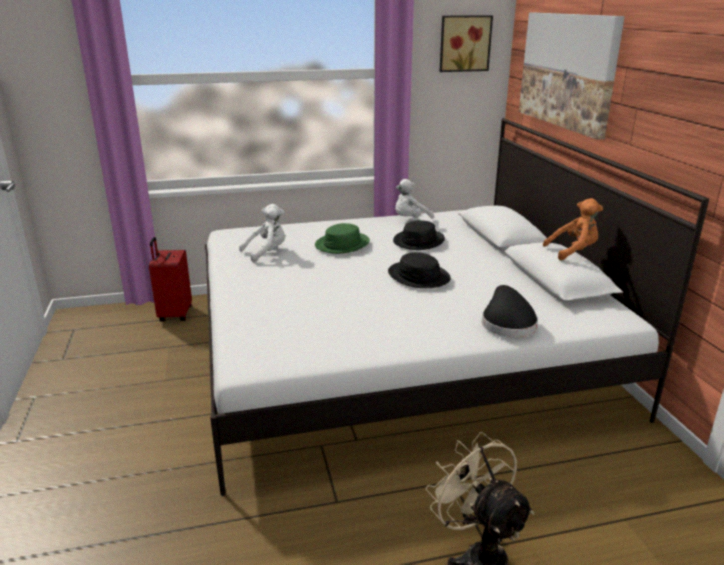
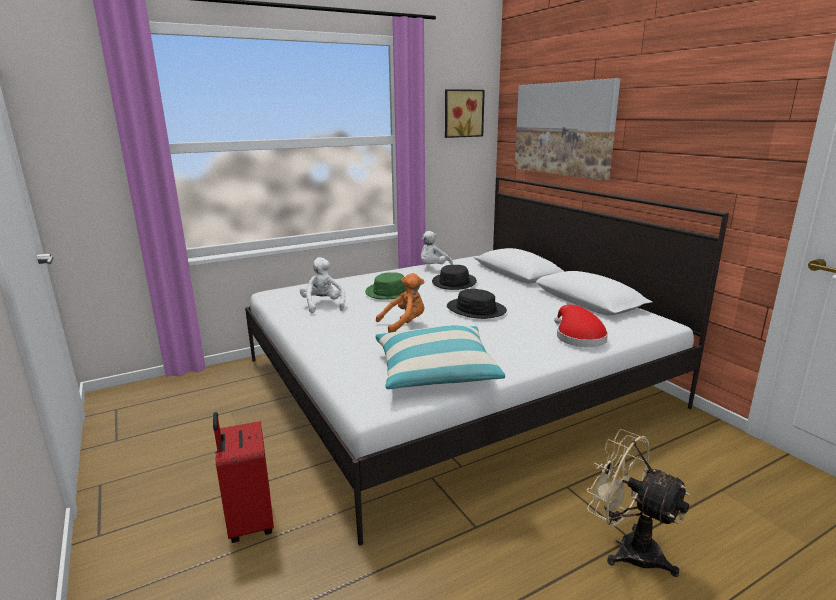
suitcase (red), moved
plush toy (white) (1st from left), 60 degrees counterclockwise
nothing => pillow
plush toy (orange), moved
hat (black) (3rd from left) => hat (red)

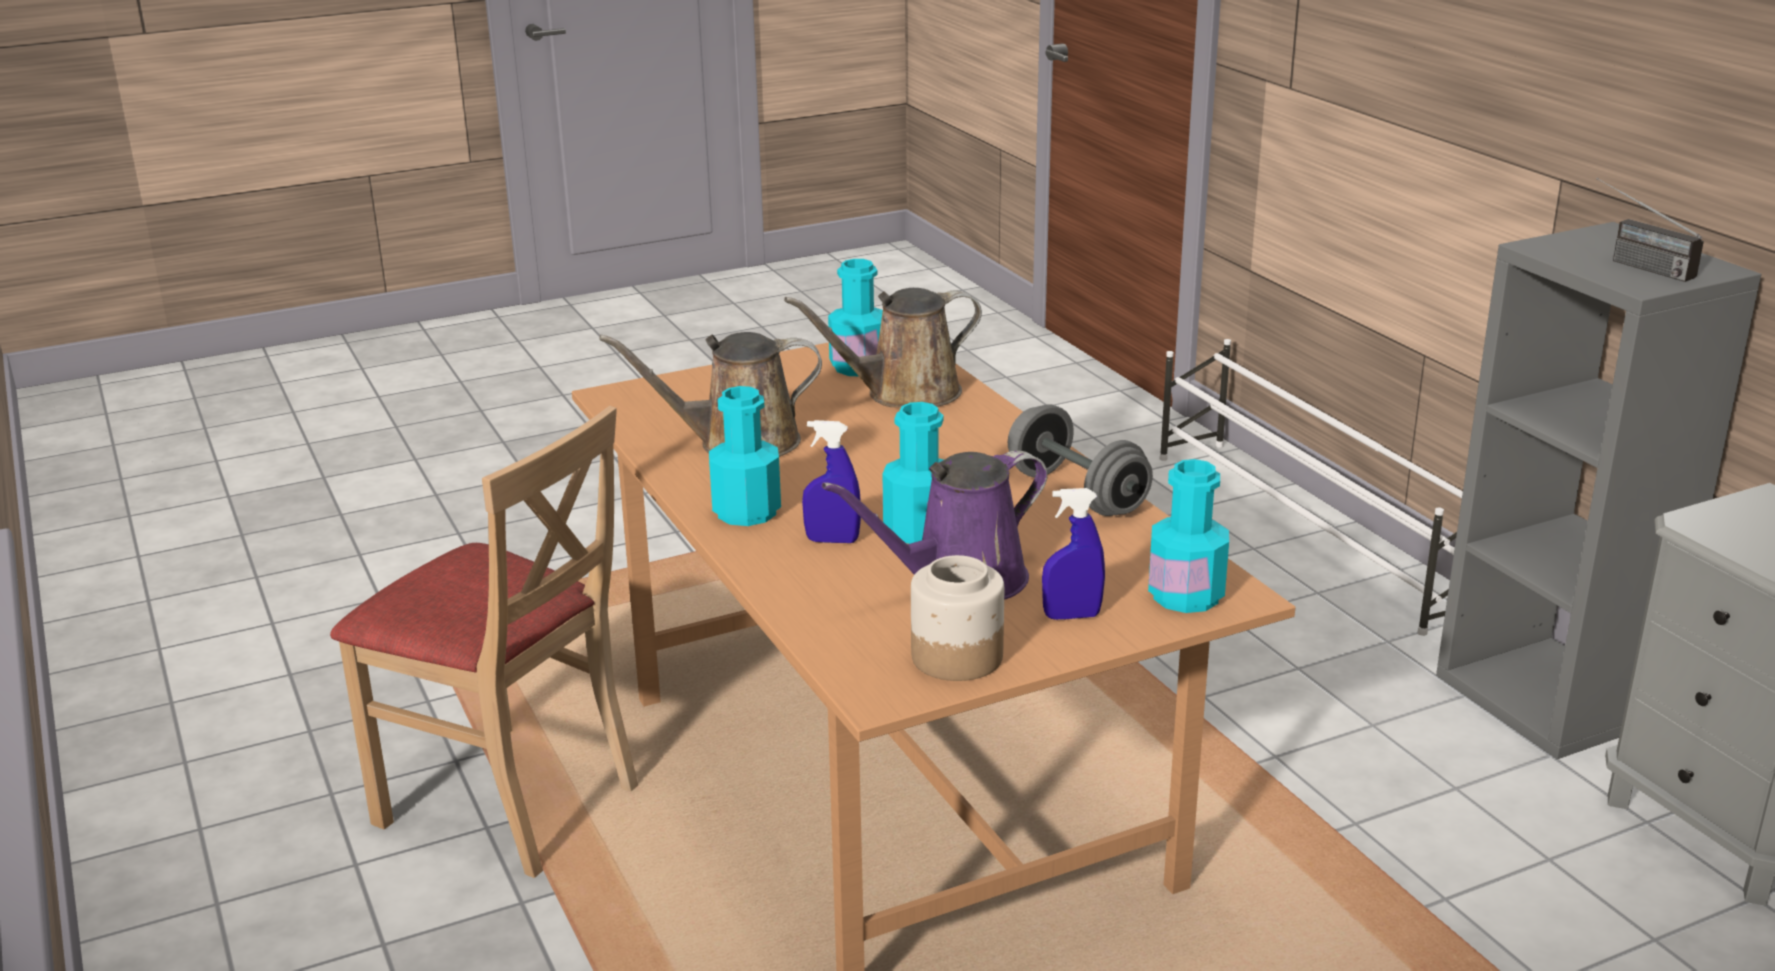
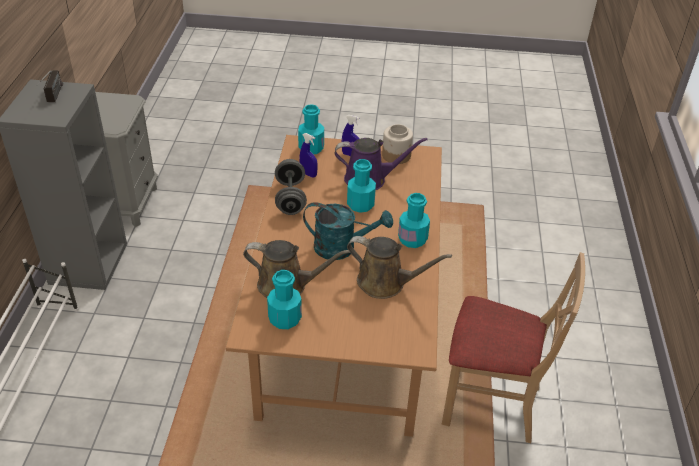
spray bottle (blue) (1st from left), moved
nothing => watering can (turquoise)
chair (beige), 135 degrees clockwise

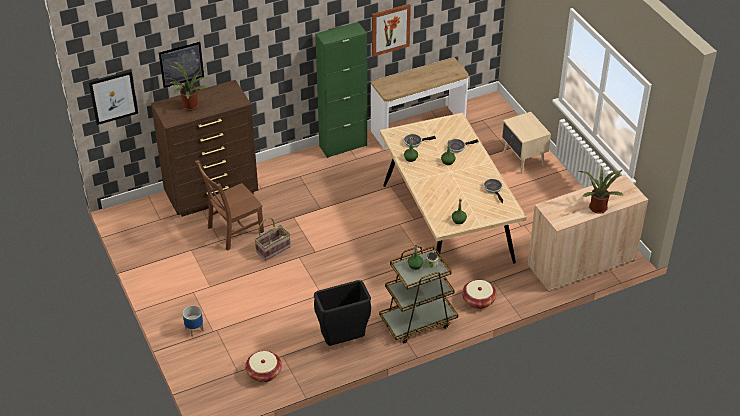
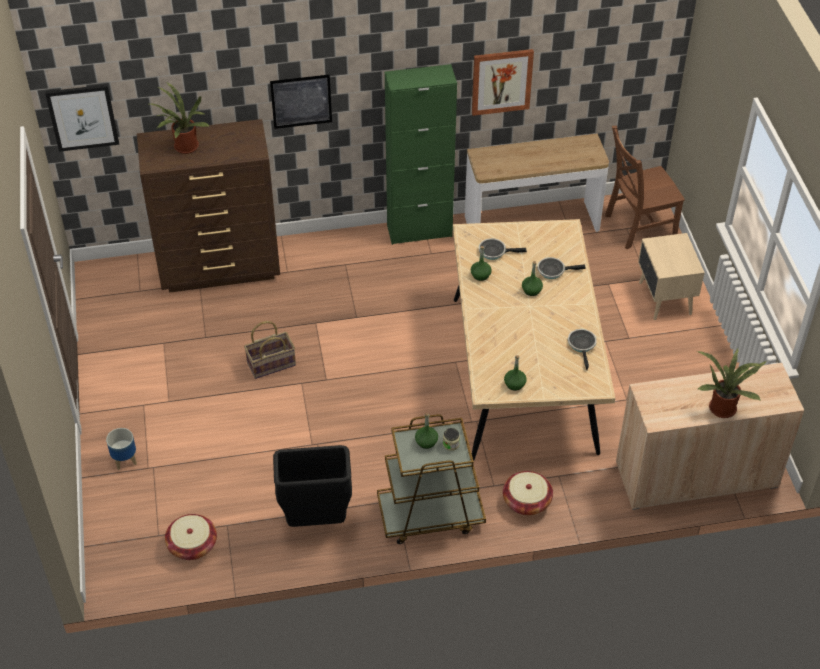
picture (2nd from left), moved
chair (brown), moved

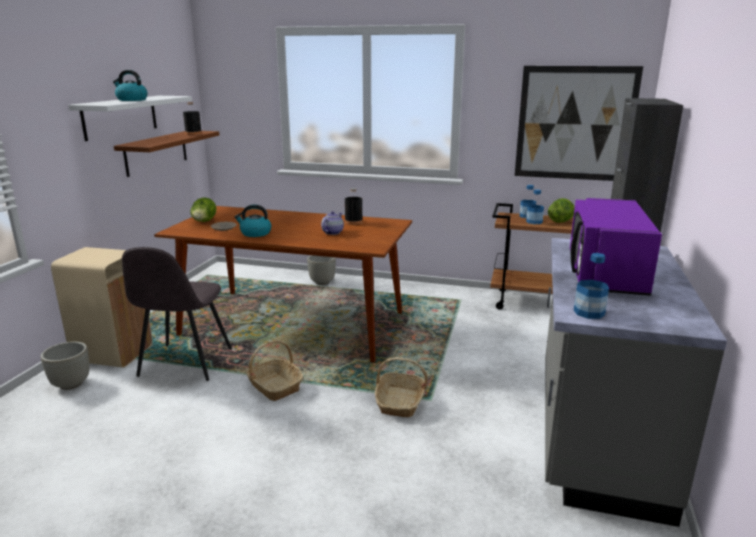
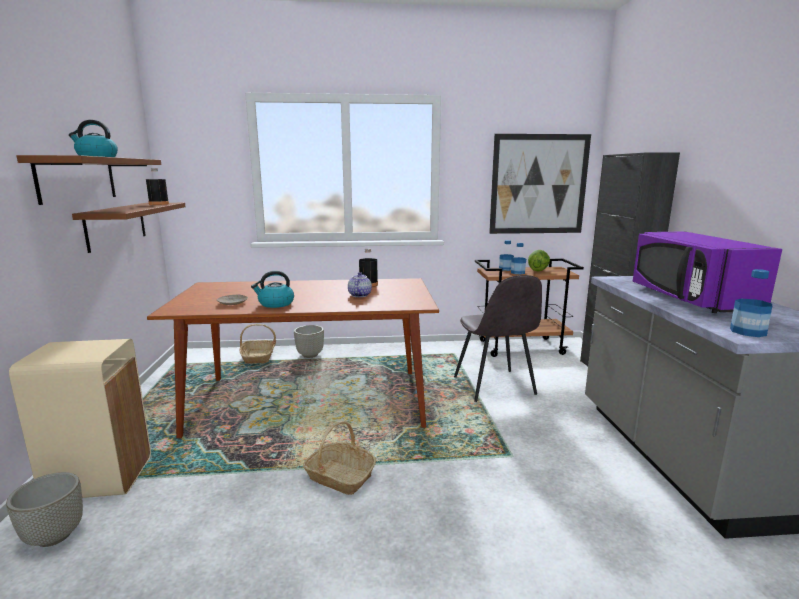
shelf (white) => shelf (brown) (1st from left)
basket (2nd from left in the first image) => basket (1st from left), moved
chair (grey), moved
lettuce (1st from left) => nothing

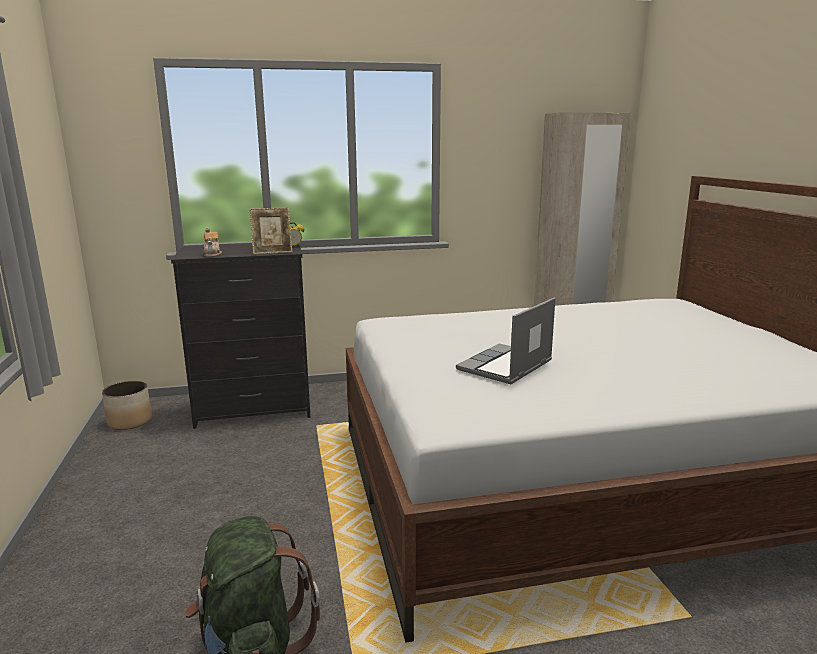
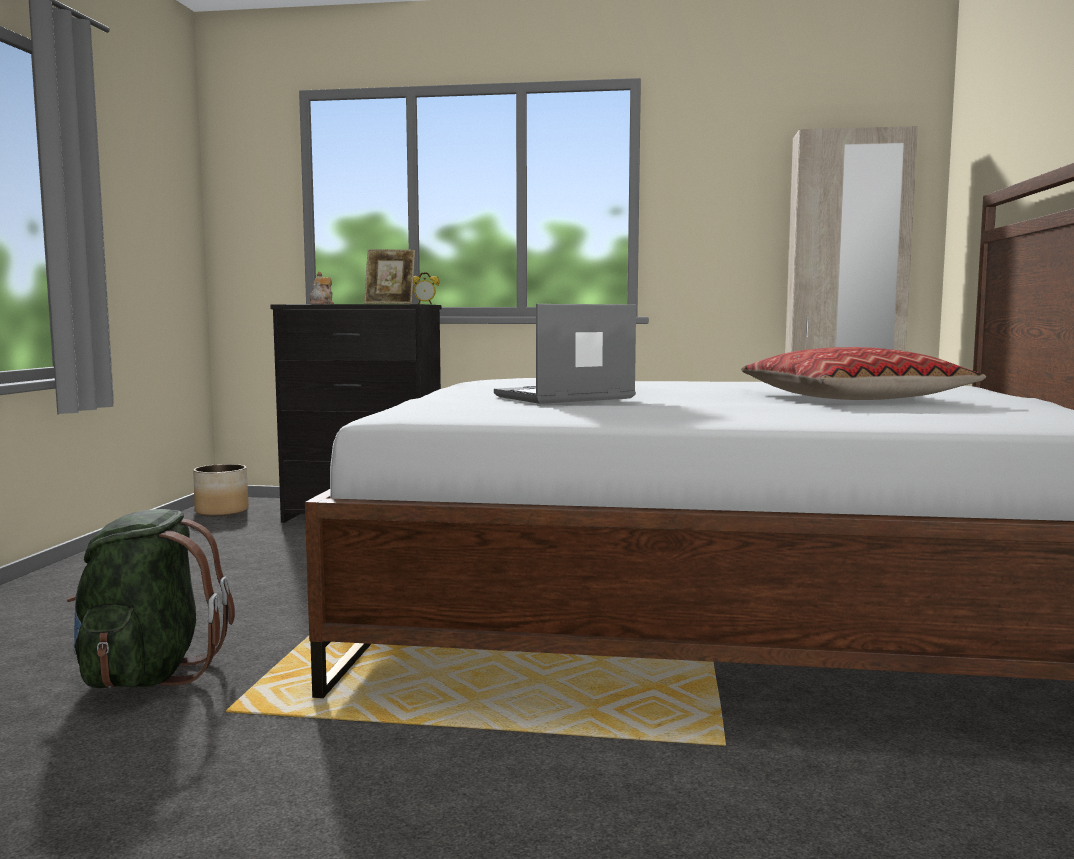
nothing => pillow

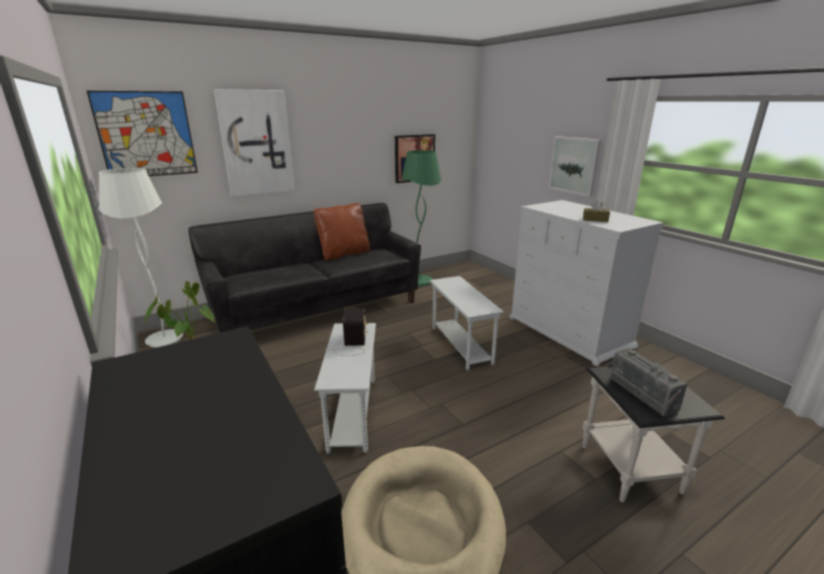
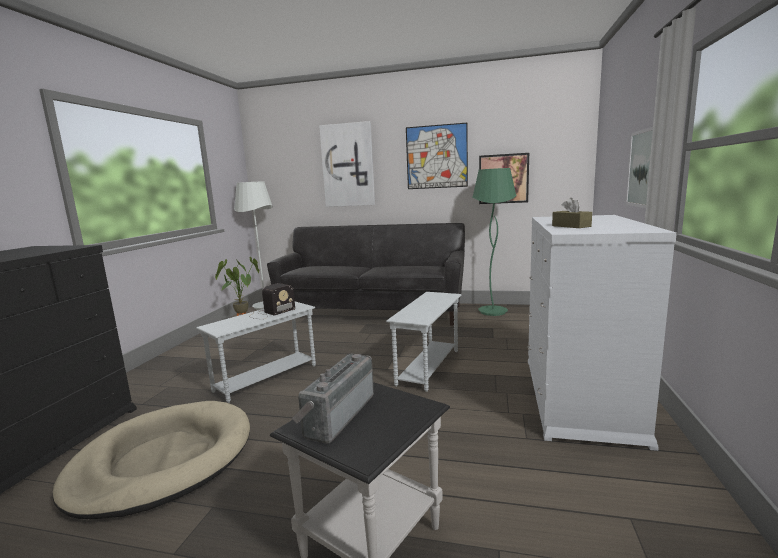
picture (1st from left in the first image) => picture (2nd from left), moved
pillow (brown) => nothing

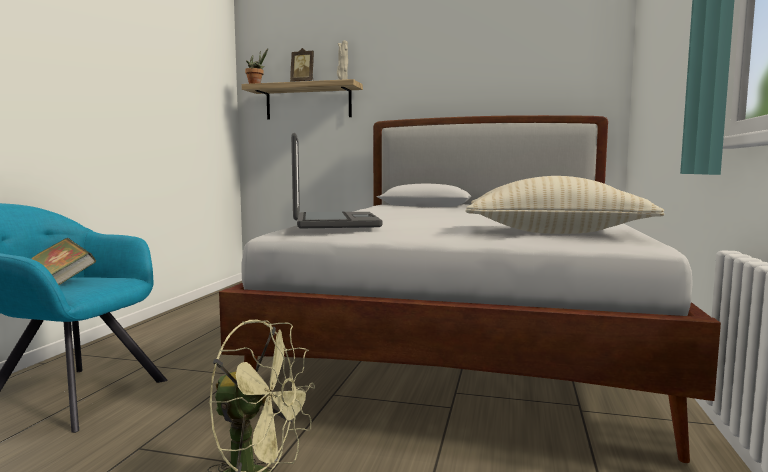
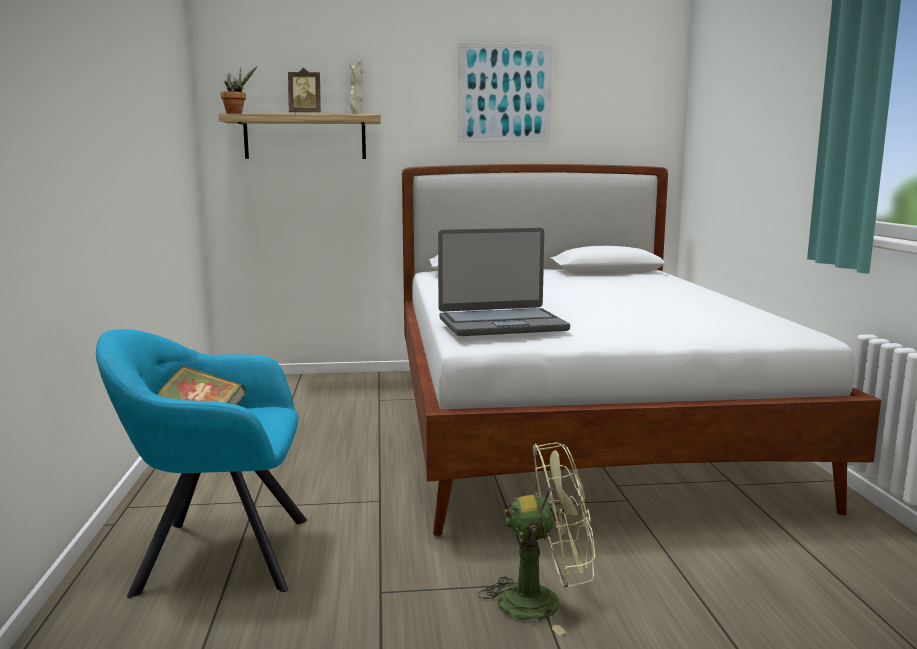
laptop, 105 degrees clockwise
nothing => picture
pillow (beige) => nothing

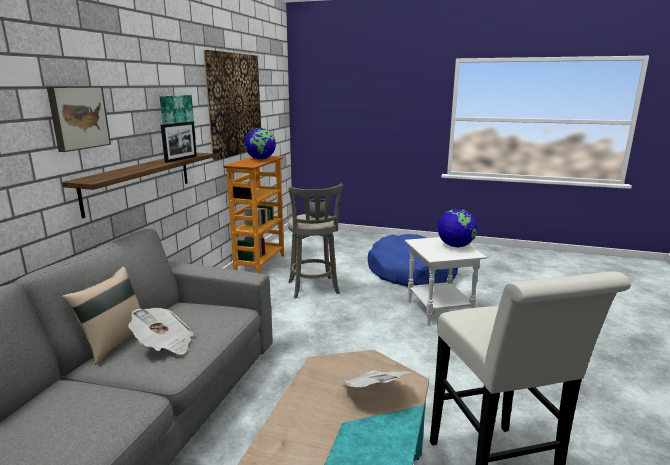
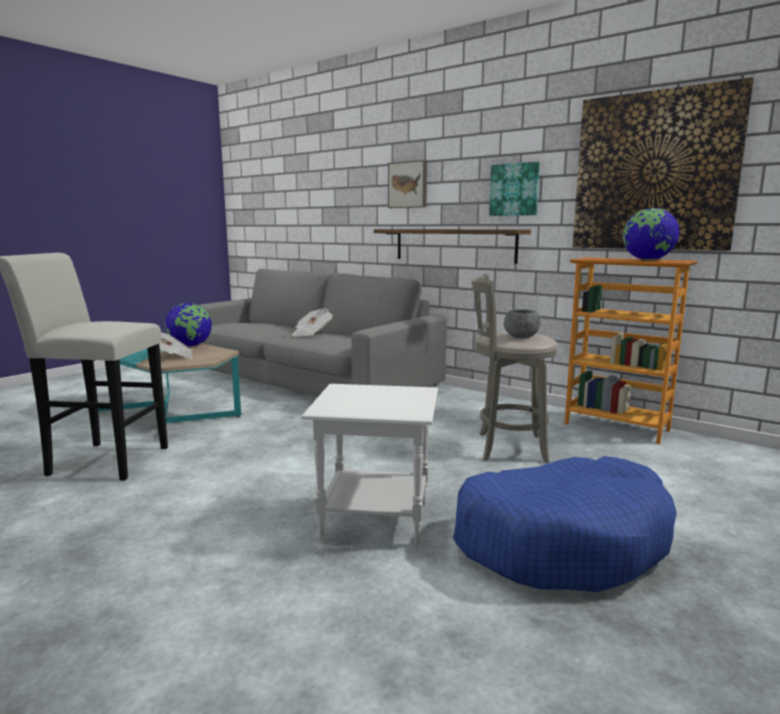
globe (2nd from left in the first image) => globe (1st from left), moved
pillow (beige) => nothing
picture frame => nothing

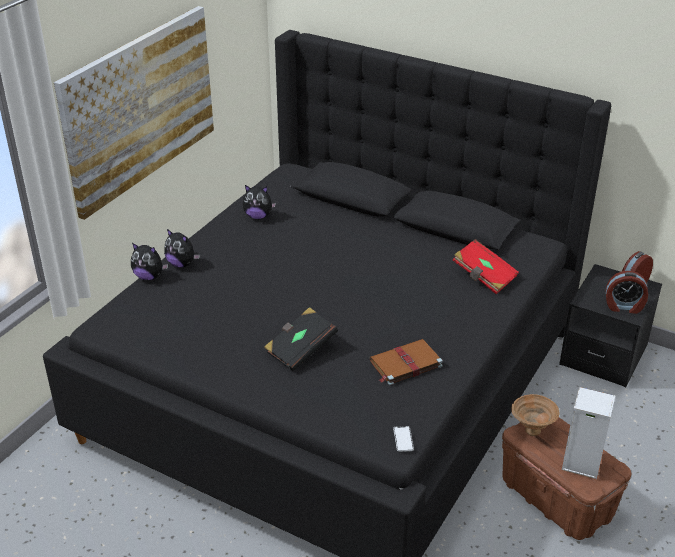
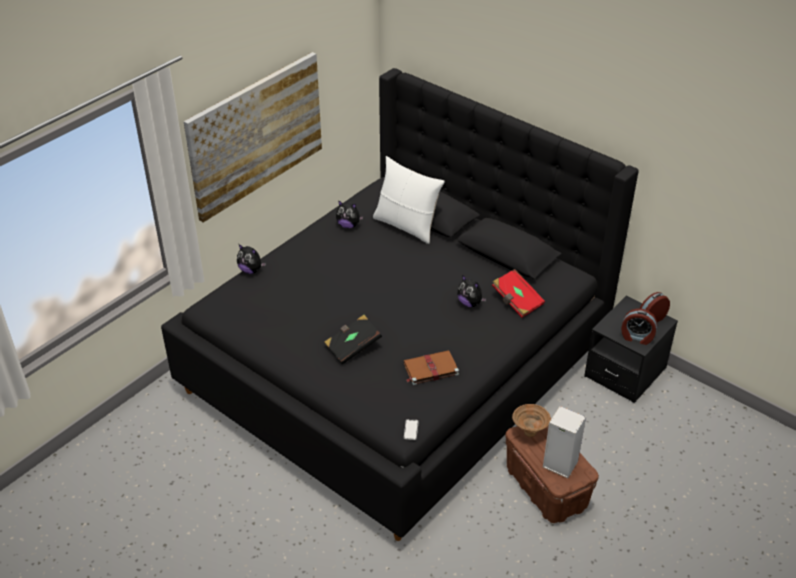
nothing => pillow (white)
plush toy (2nd from left in the first image) => plush toy (3rd from left), moved

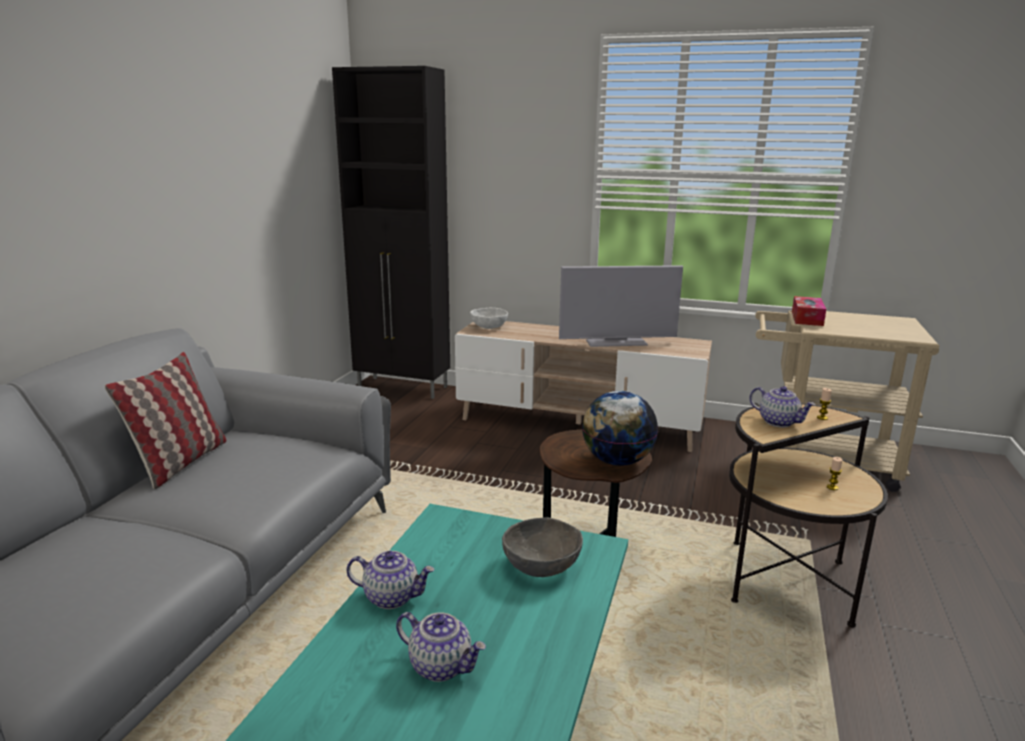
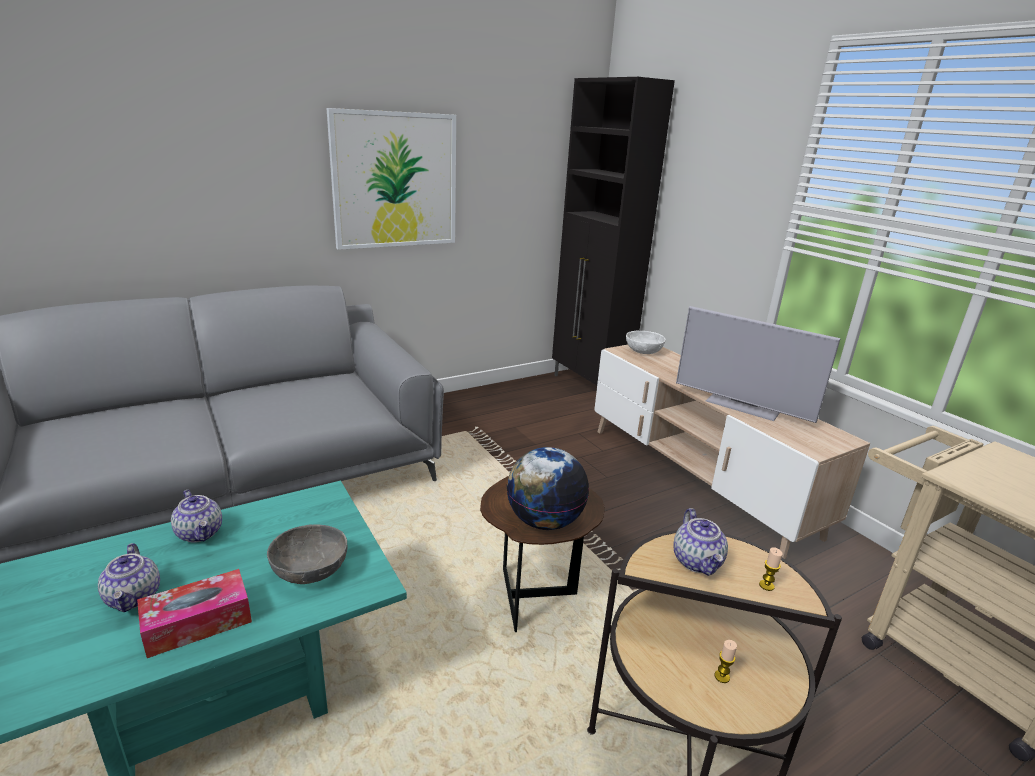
tissue box, moved
nothing => picture
pillow => nothing

